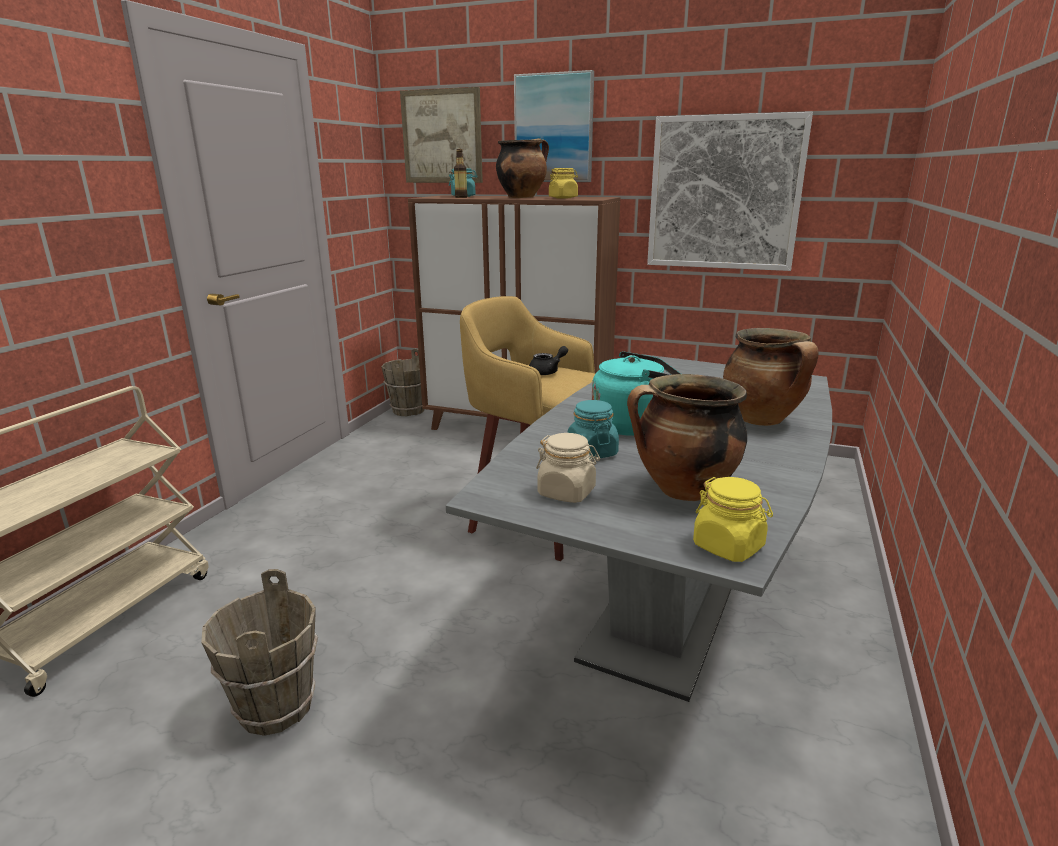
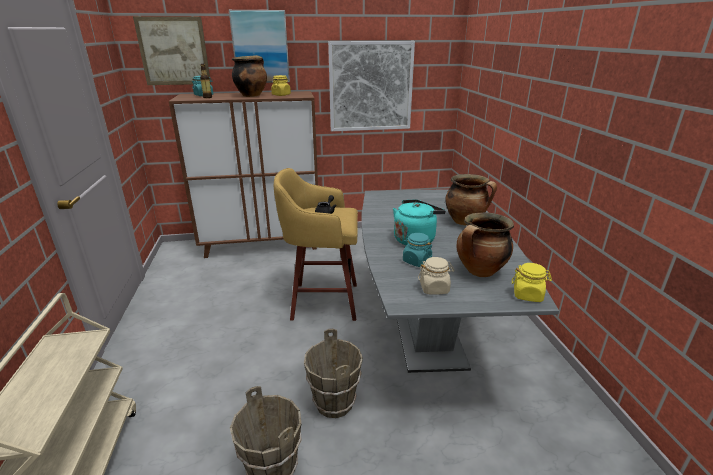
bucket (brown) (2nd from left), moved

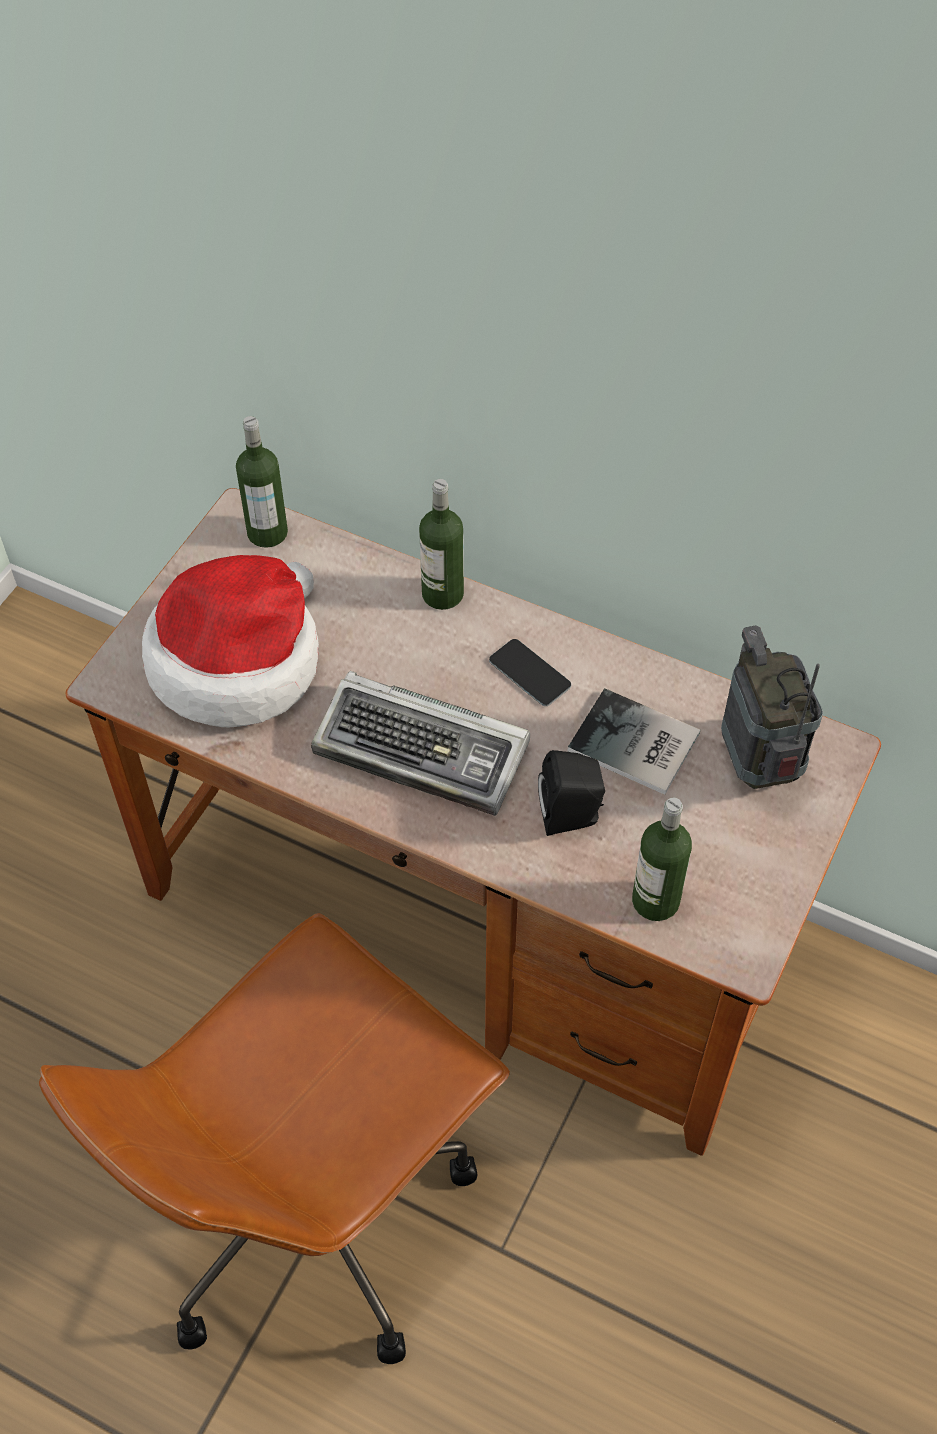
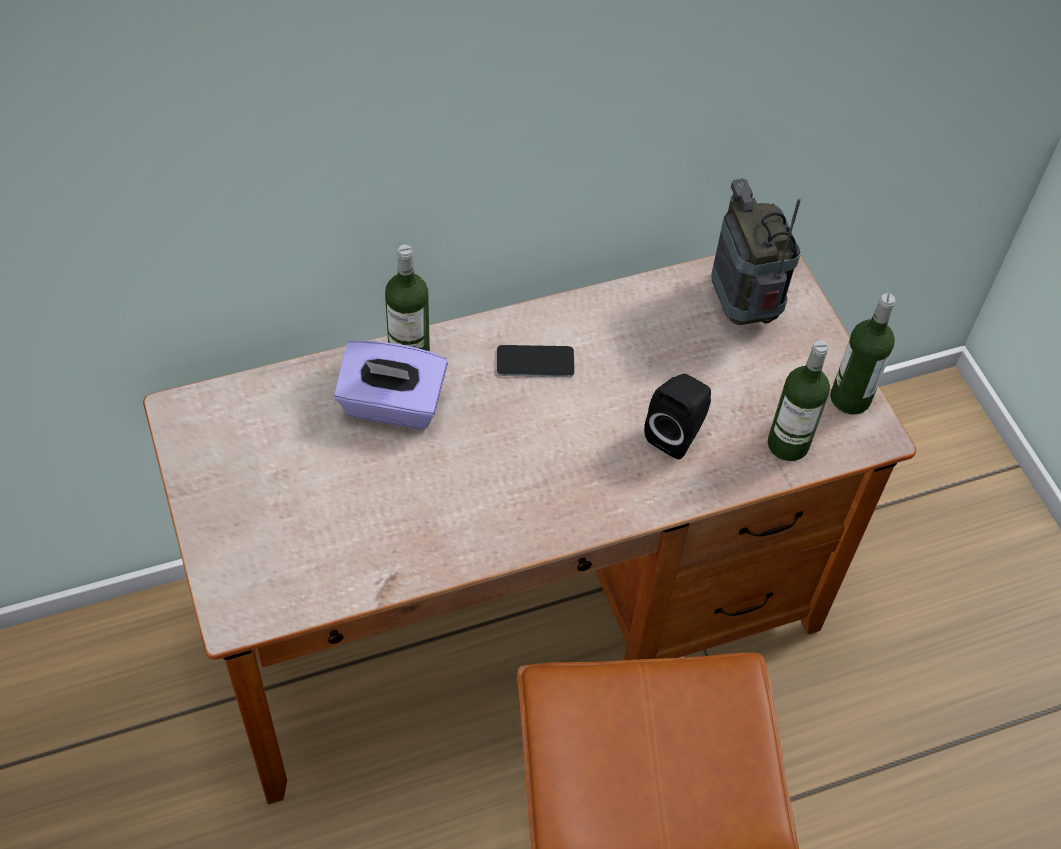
nothing => tissue box (purple)
radio, 45 degrees clockwise
bottle (1st from left in the first image) => bottle (3rd from left), moved
hat => nothing
keyboard => nothing
book => nothing

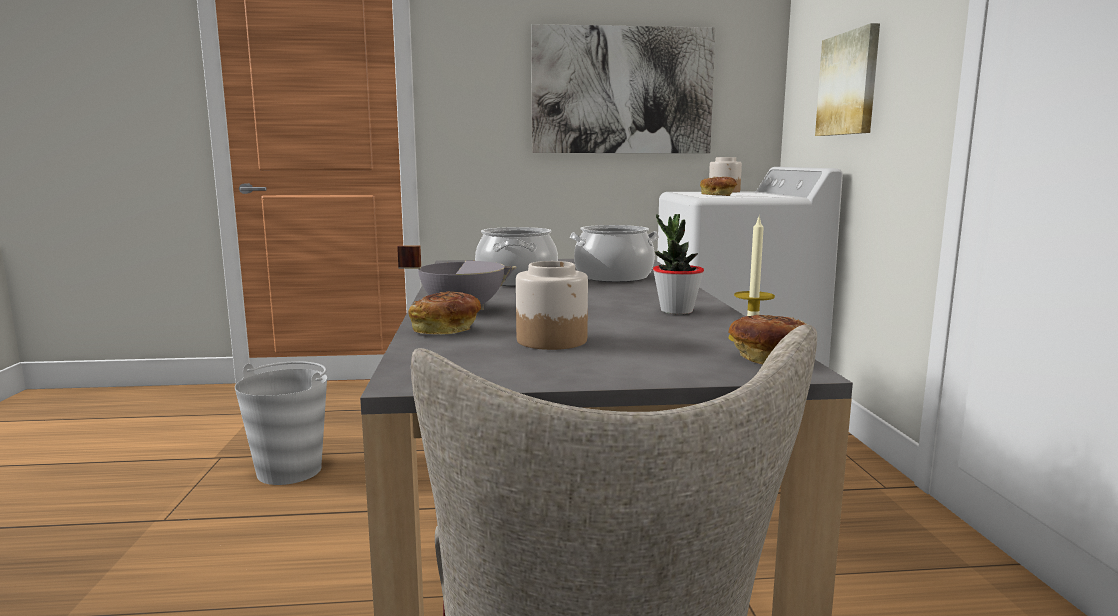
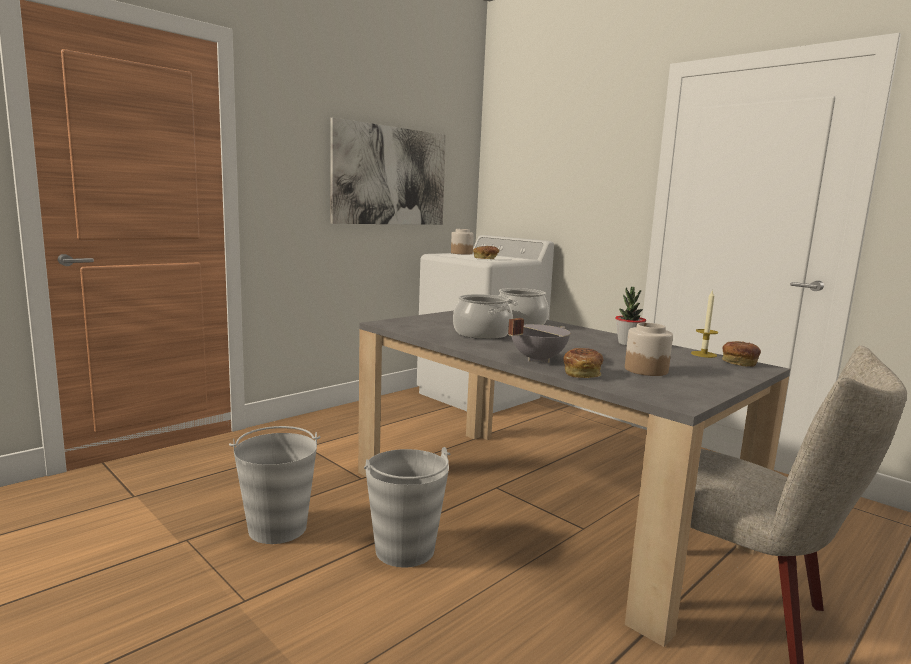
nothing => bucket (grey) (2nd from left)
picture (2nd from left) => nothing

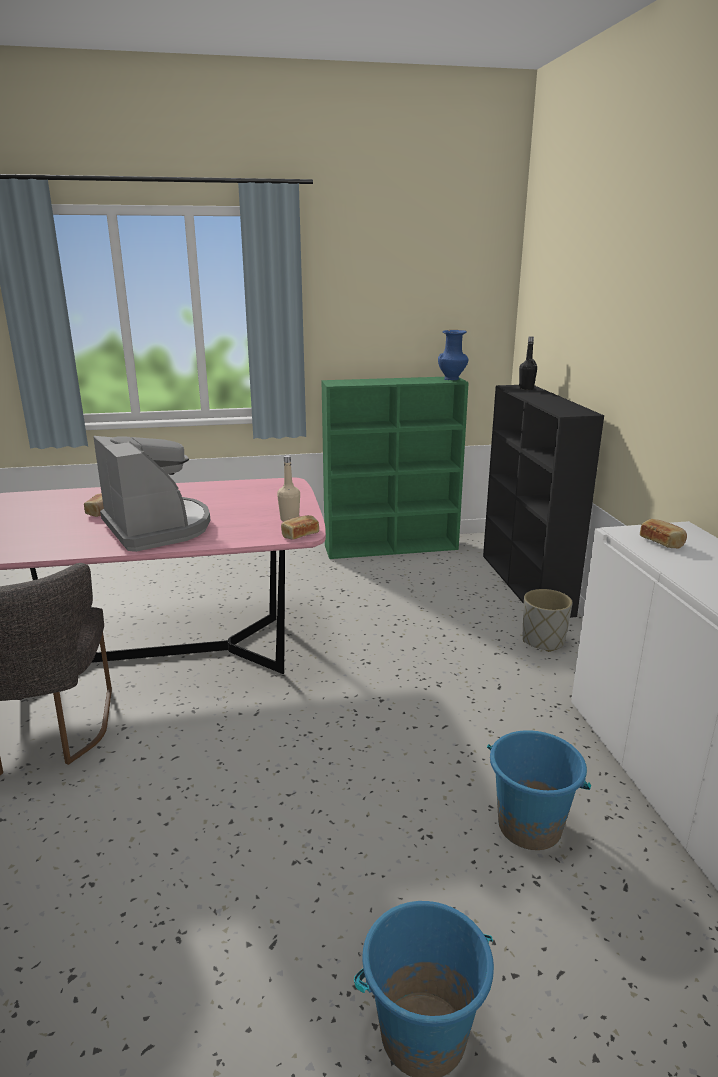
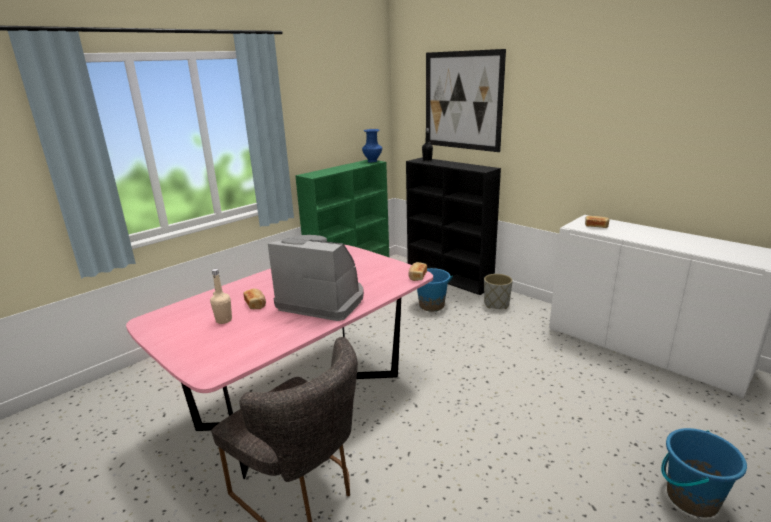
bottle (beige), moved
bucket (blue) (2nd from left in the first image) => bucket (blue) (1st from left), moved
nothing => picture

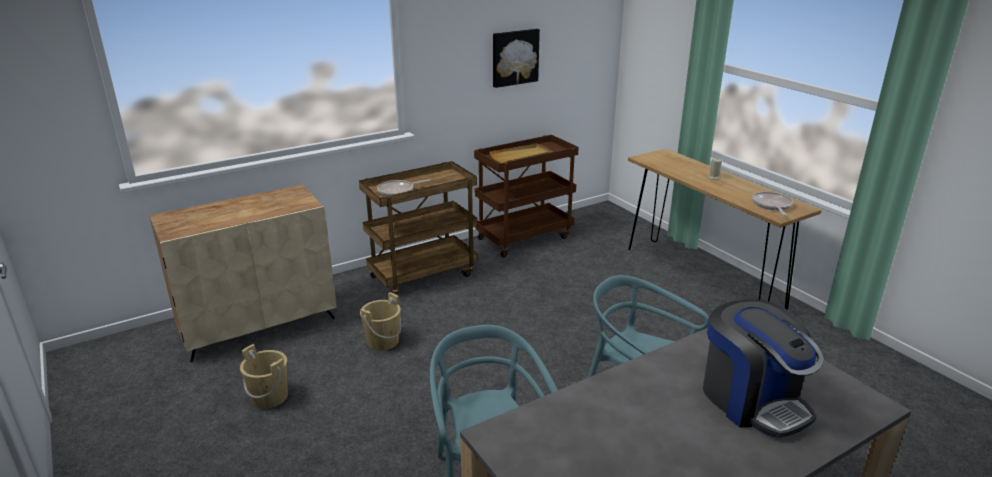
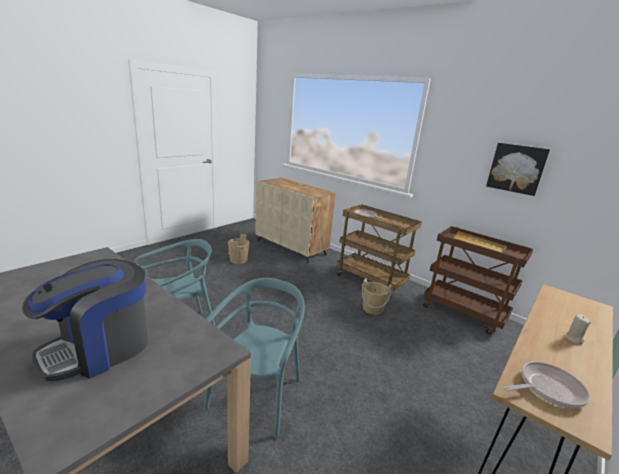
bucket (beige) (2nd from left), moved

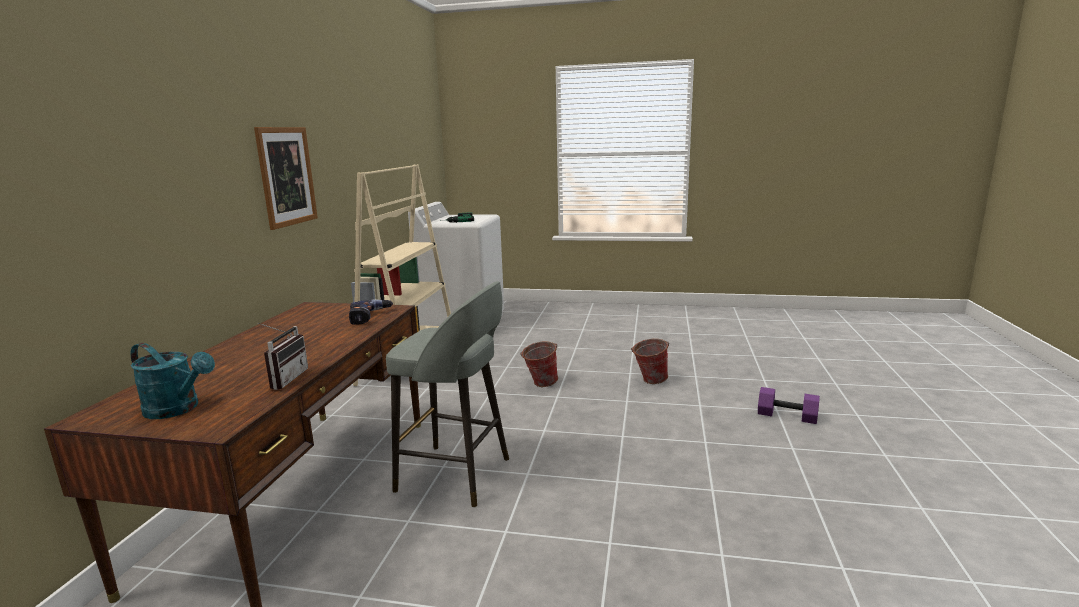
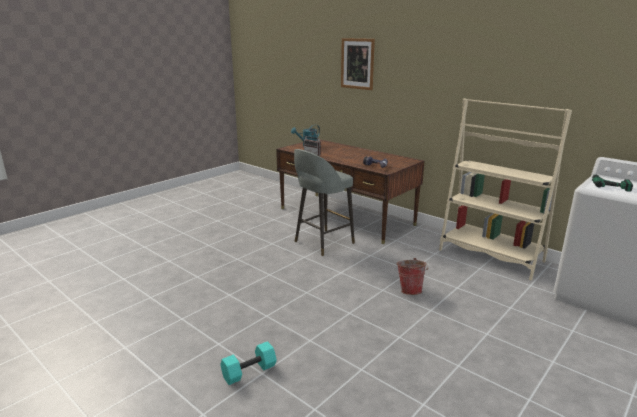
dumbbell (purple) => dumbbell (turquoise)
picture, moved
bucket (2nd from left) => nothing

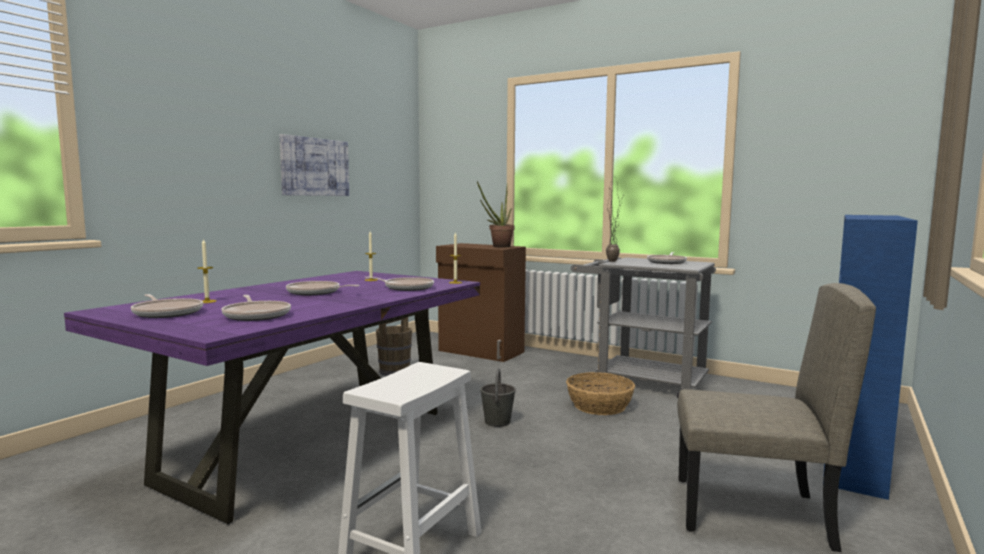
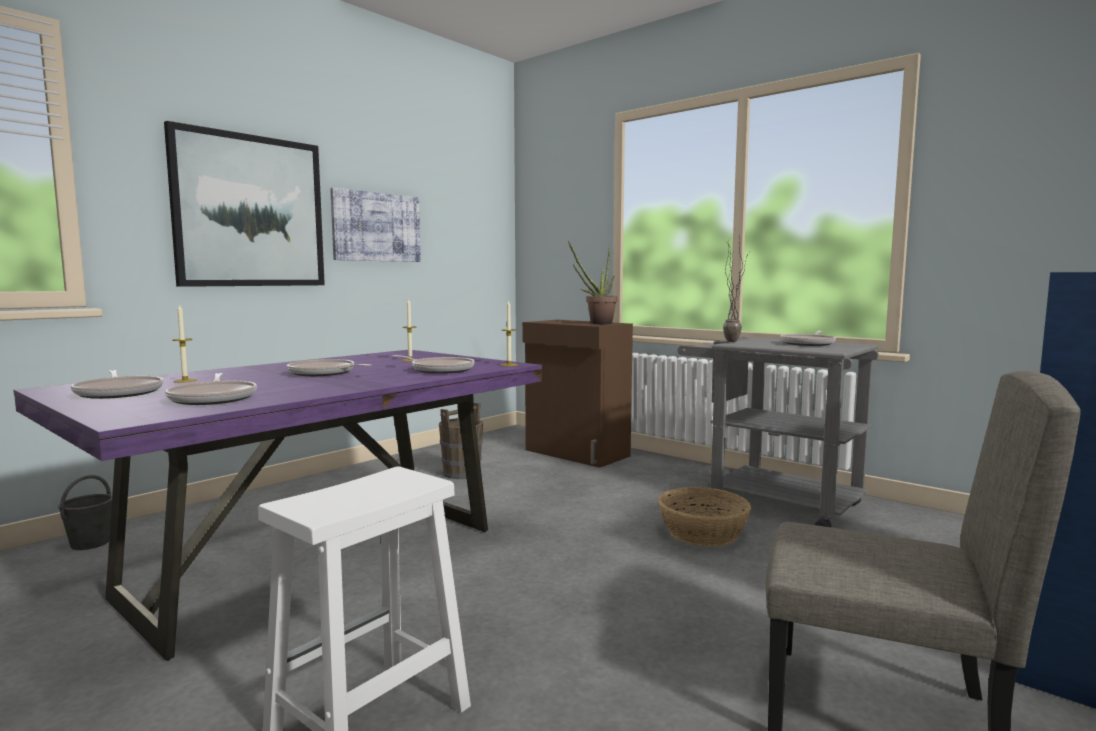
bucket (grey), moved
nothing => picture (1st from left)

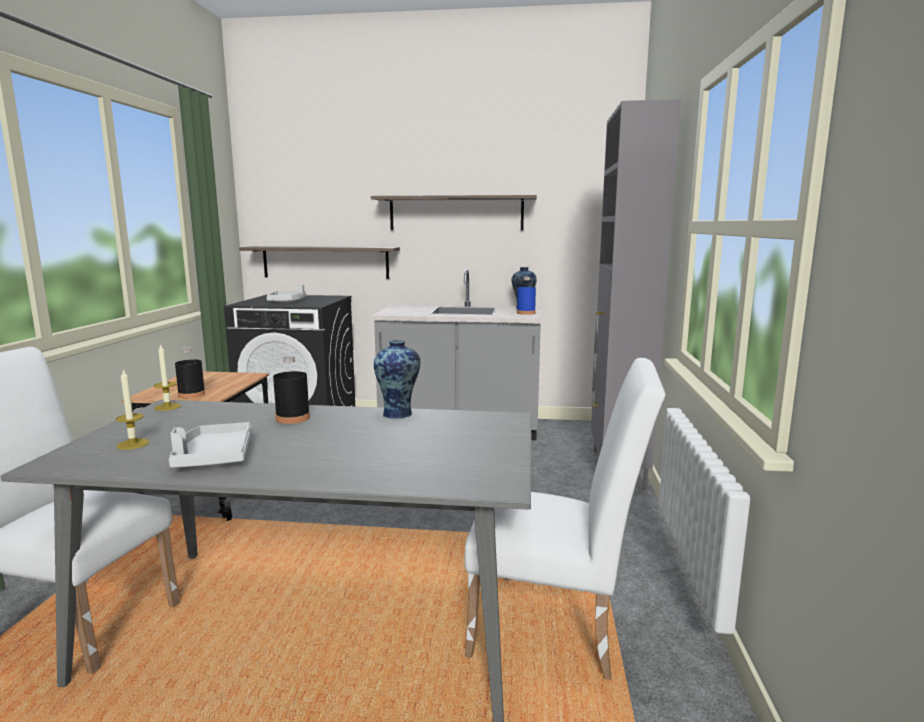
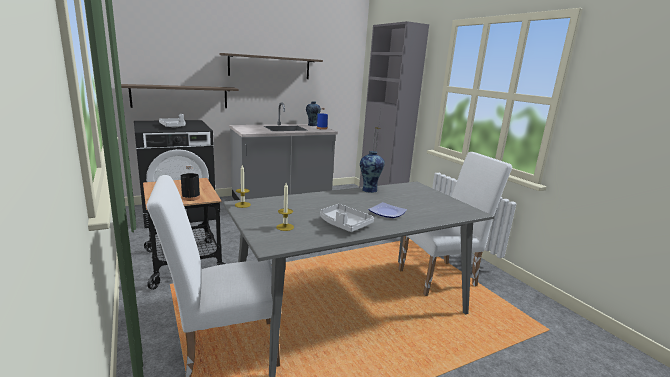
nothing => plate
bottle (black) (2nd from left) => nothing

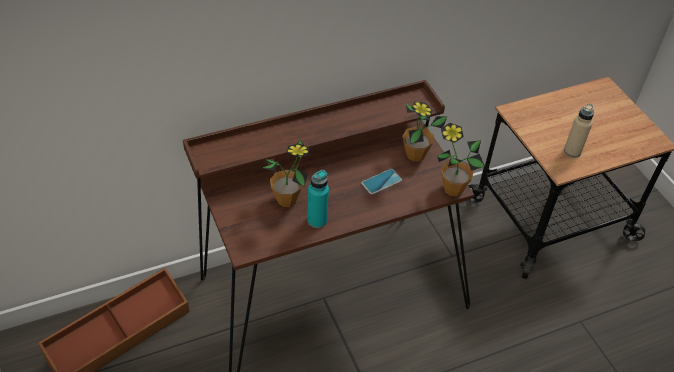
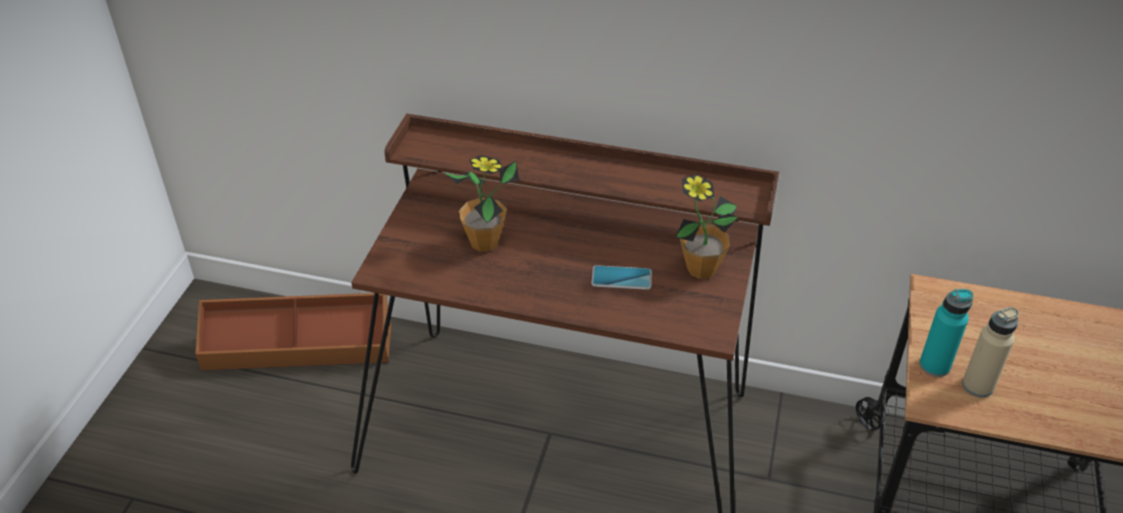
bottle (turquoise), moved
potted plant (3rd from left) => nothing

